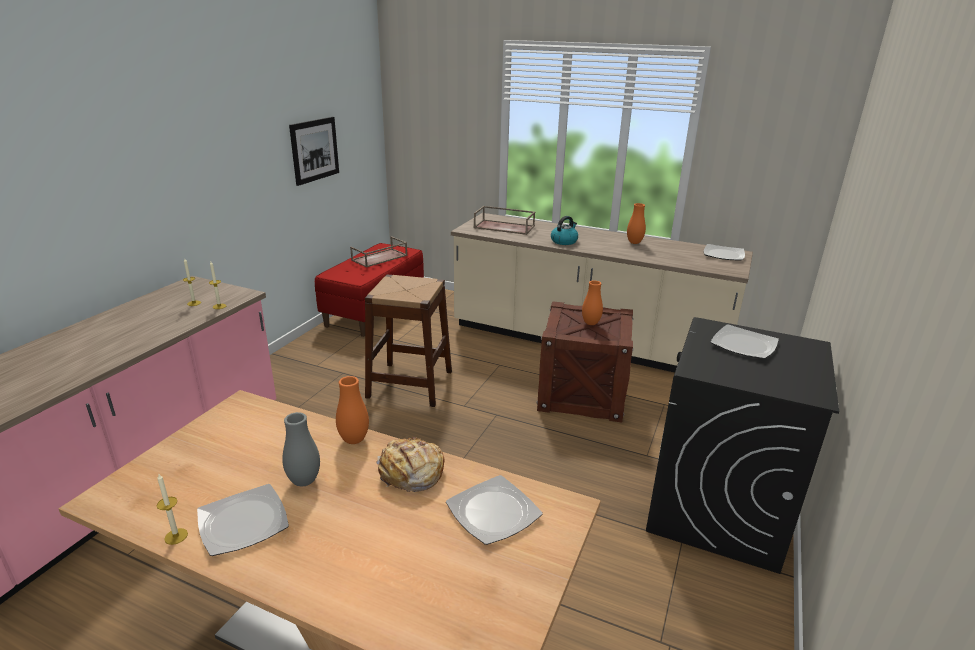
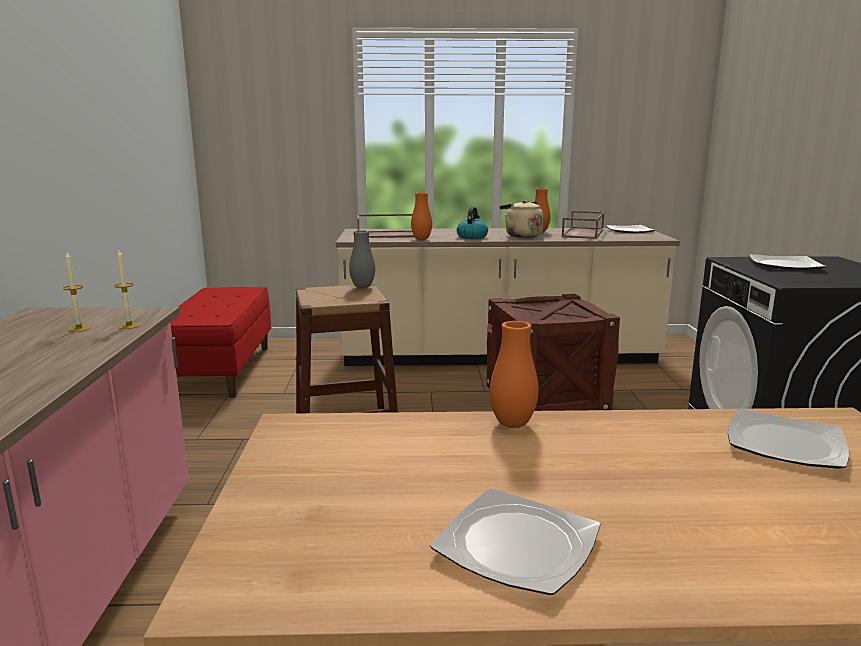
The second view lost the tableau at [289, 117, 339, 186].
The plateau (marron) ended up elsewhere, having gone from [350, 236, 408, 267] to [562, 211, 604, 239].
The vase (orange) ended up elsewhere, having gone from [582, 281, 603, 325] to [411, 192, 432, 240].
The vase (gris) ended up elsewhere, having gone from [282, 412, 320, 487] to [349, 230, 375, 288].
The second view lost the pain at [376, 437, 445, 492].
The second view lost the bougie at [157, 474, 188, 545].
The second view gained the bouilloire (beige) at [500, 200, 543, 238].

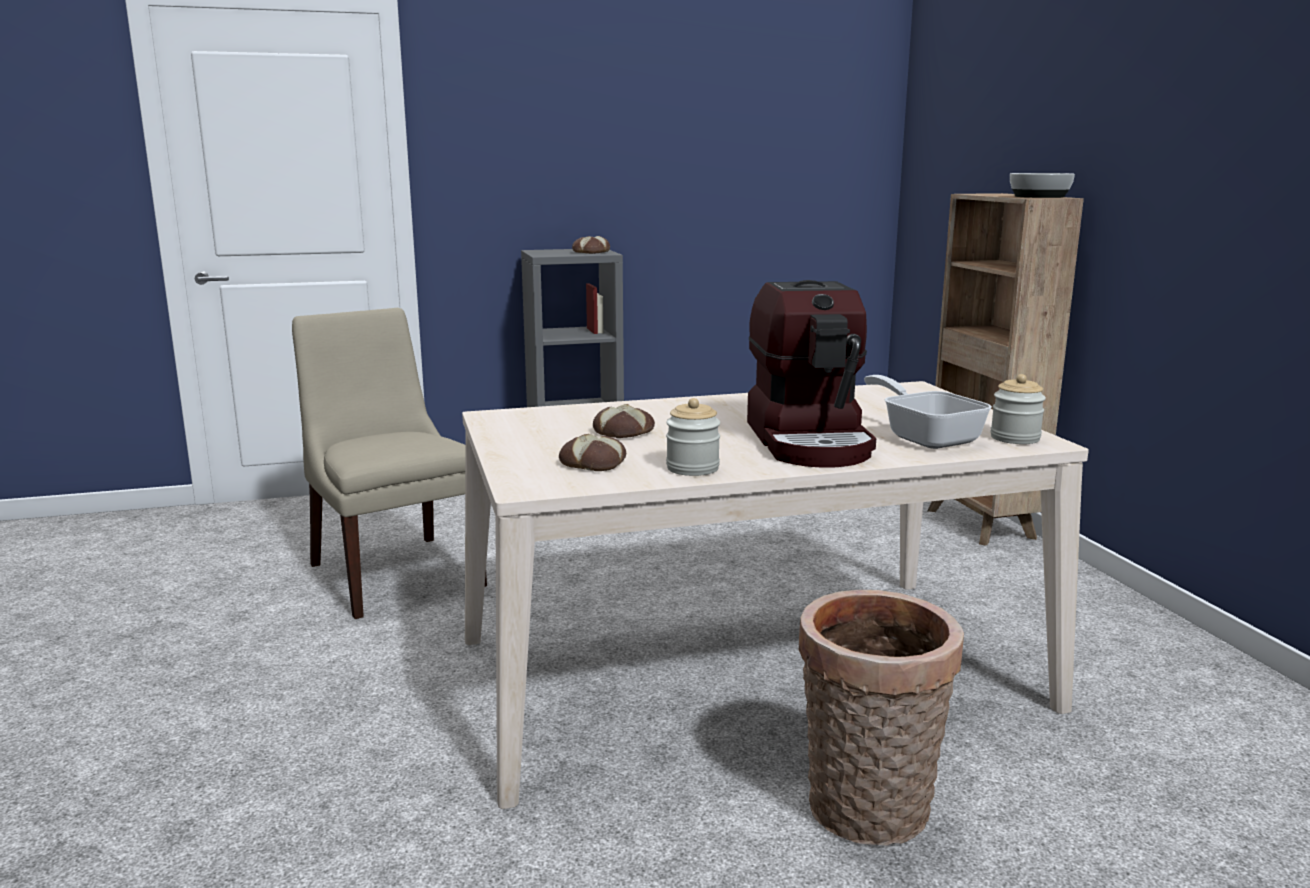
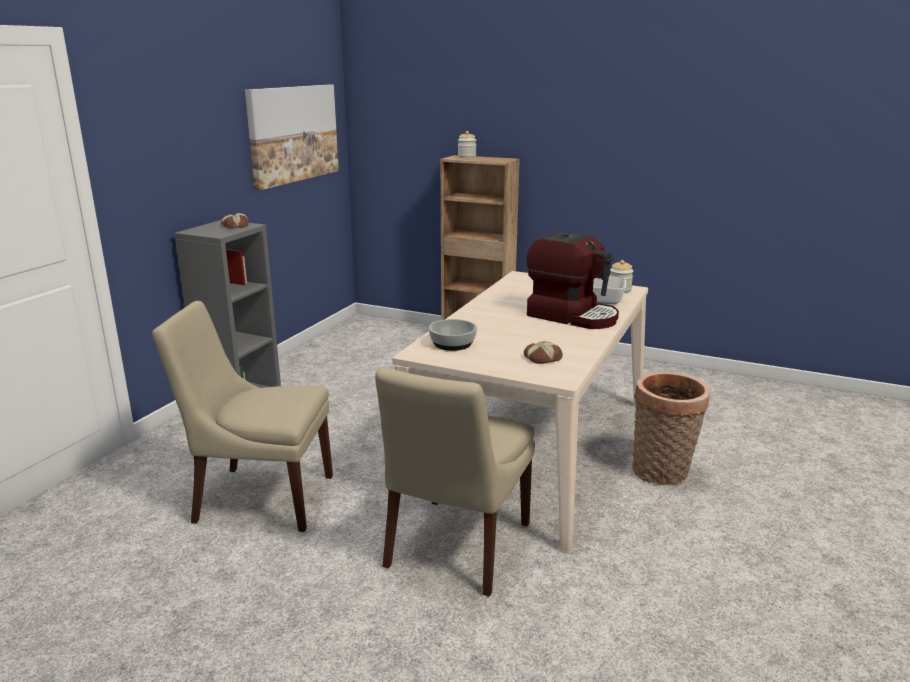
The bol ended up elsewhere, having gone from [1010, 173, 1075, 198] to [428, 319, 477, 351].
The bocal ended up elsewhere, having gone from [666, 398, 720, 476] to [458, 131, 476, 158].
The second view lost the pain at [593, 404, 655, 438].
The second view gained the tableau at [245, 84, 339, 190].
The second view gained the chaise (beige) at [375, 367, 535, 597].

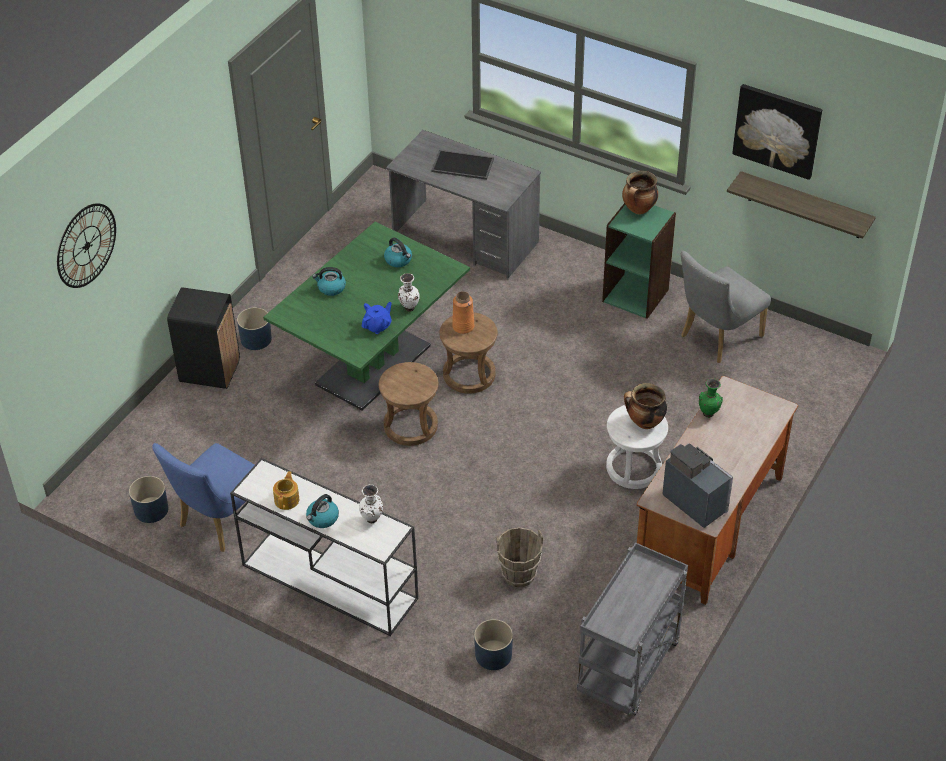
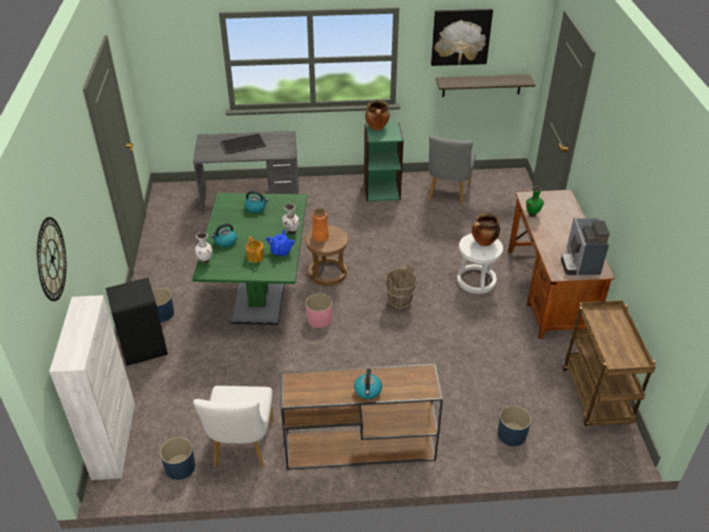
Where the tabouret (marron) stood at [379, 362, 438, 446], the cache-pot (rose) came to stand at [306, 293, 332, 328].
What was the chaise (bleu) at [152, 443, 255, 552] turned into the chaise (blanc) at [193, 386, 274, 468].
The machine à café at [662, 443, 733, 528] ended up facing another way, 105 degrees counterclockwise from before.
What was the table console (blanc) at [230, 458, 418, 636] turned into the table console (marron) at [281, 364, 443, 470].
The théière ended up elsewhere, having gone from [273, 471, 299, 510] to [245, 236, 265, 262].
The vase (blanc) ended up elsewhere, having gone from [359, 485, 383, 524] to [195, 232, 213, 263].
The seau (marron) ended up elsewhere, having gone from [497, 527, 543, 587] to [385, 264, 417, 311].
What was the chariot (gris) at [577, 542, 688, 716] turned into the chariot (marron) at [563, 300, 656, 426].
The second view gained the meuble de rangement (blanc) at [49, 295, 135, 480].

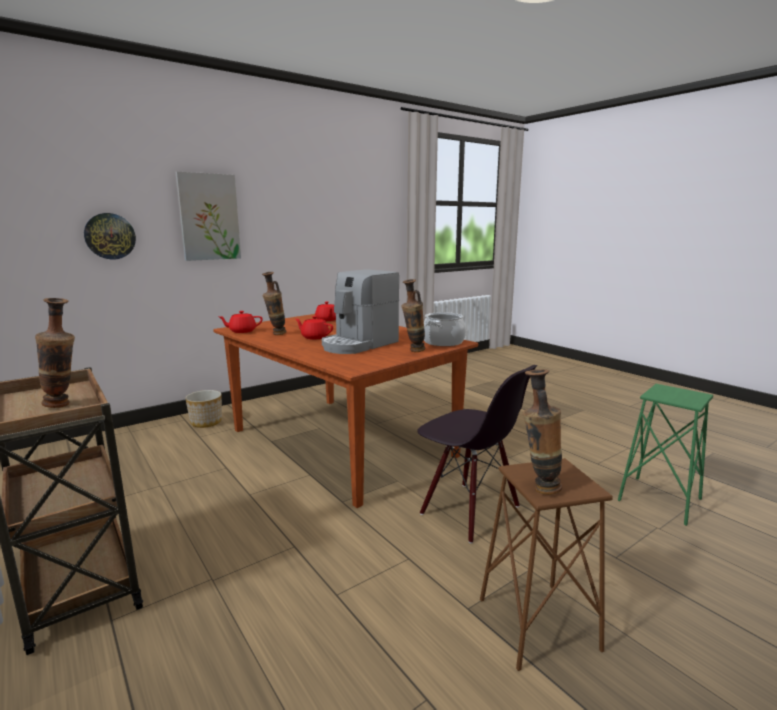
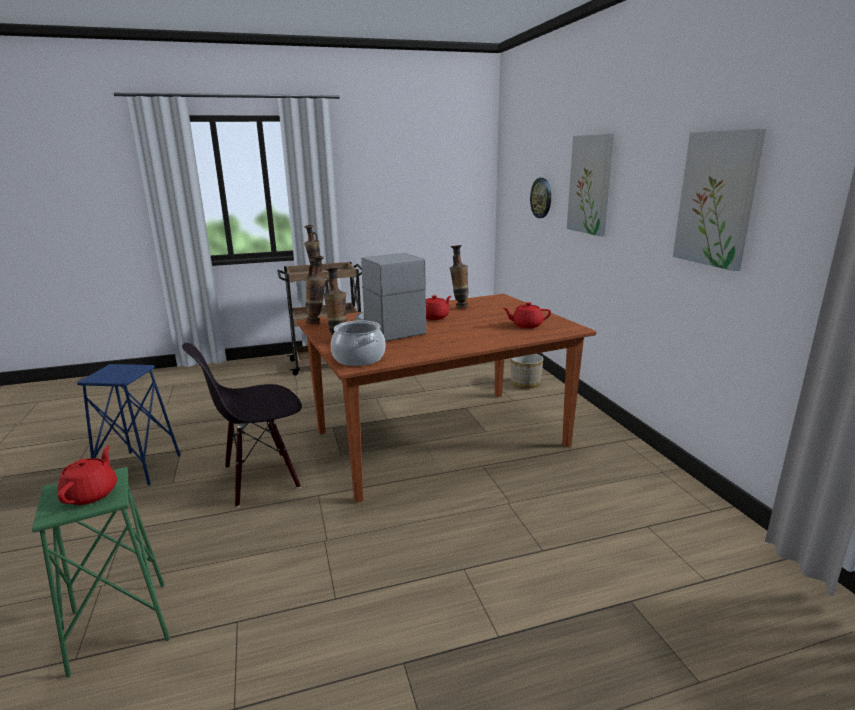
The théière (rouge) ended up elsewhere, having gone from [218, 311, 263, 333] to [58, 446, 117, 505].
The vase ended up elsewhere, having gone from [522, 369, 562, 495] to [306, 256, 325, 325].
What was the tabouret (marron) at [480, 458, 613, 671] turned into the tabouret (bleu) at [77, 364, 180, 486].
The second view gained the tableau at [673, 129, 766, 271].

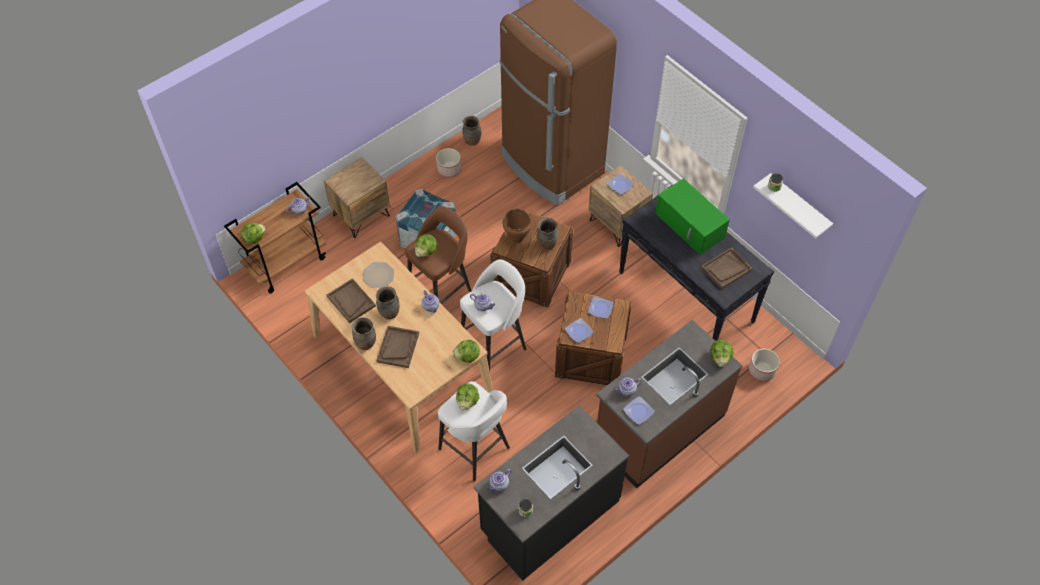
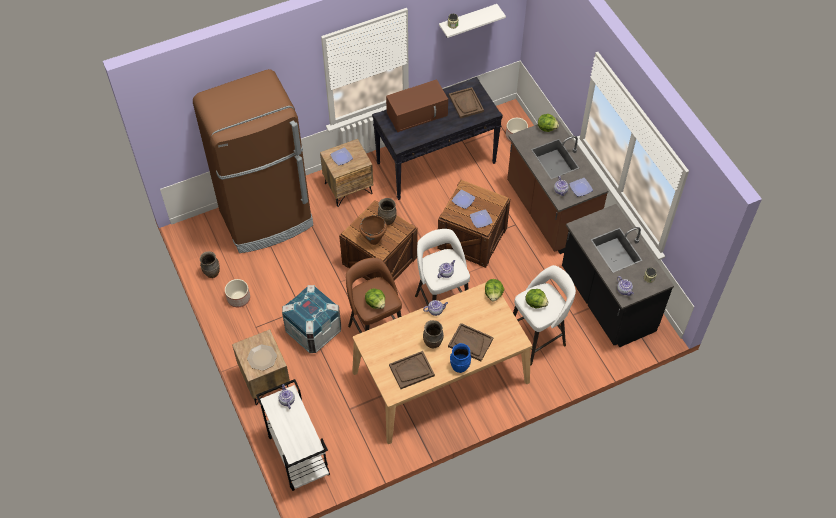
What was the micro-ondes (vert) at [655, 178, 730, 255] turned into the micro-ondes (marron) at [386, 79, 448, 132].
What was the chariot (marron) at [224, 182, 326, 293] turned into the chariot (blanc) at [256, 379, 330, 491].
The second view lost the laitue at [241, 223, 266, 244].
The assiette ended up elsewhere, having gone from [363, 262, 394, 288] to [247, 344, 277, 371].
What was the vase (marron) at [352, 317, 376, 350] turned into the vase (bleu) at [450, 343, 471, 373].

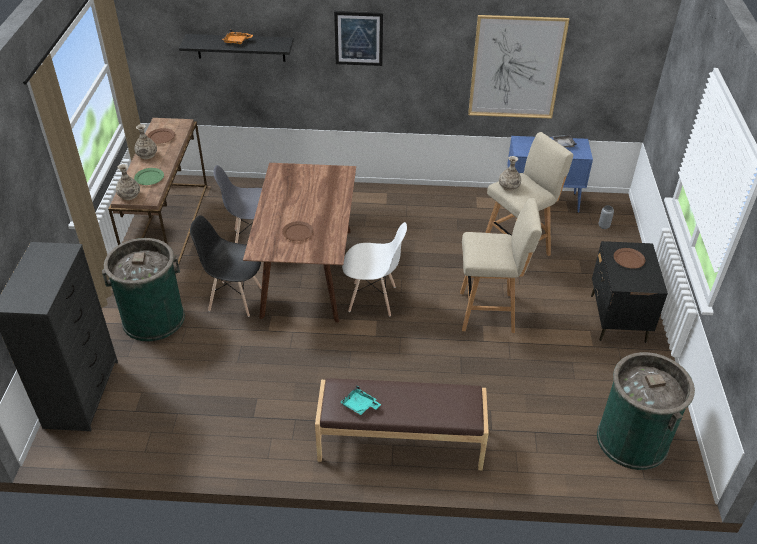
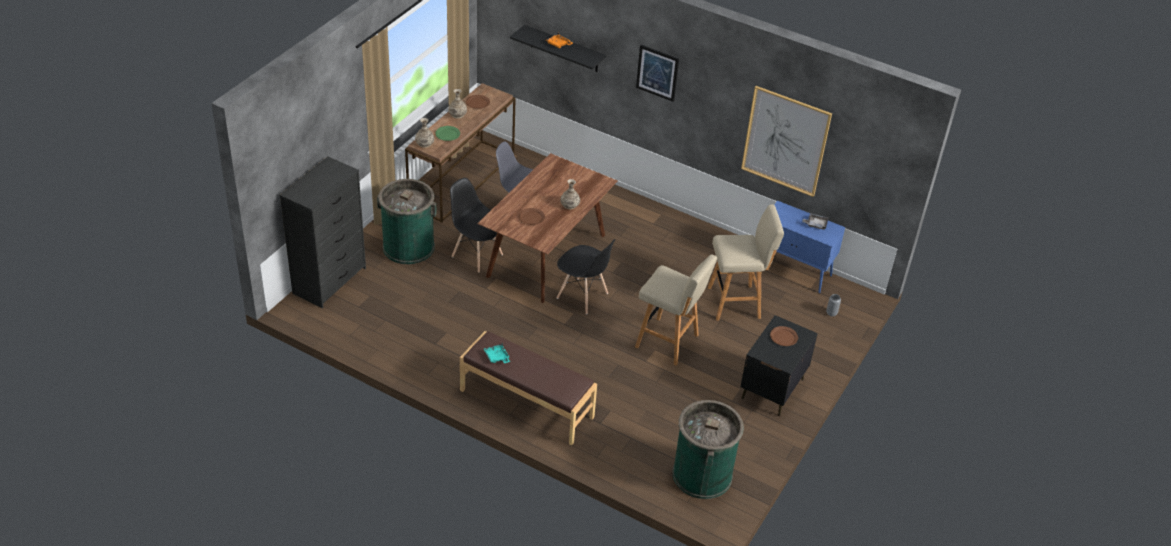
The vase ended up elsewhere, having gone from [499, 156, 521, 191] to [560, 179, 580, 209].
What was the chaise (blanc) at [342, 222, 407, 316] turned into the chaise (noir) at [557, 239, 616, 314].

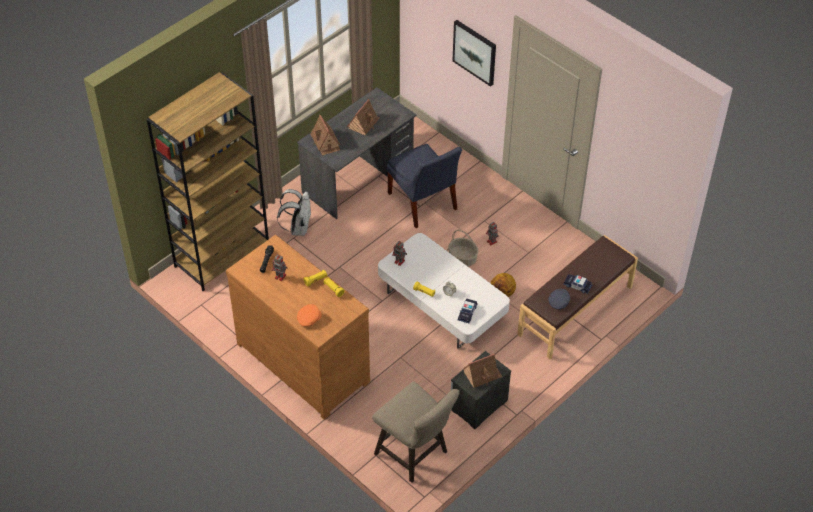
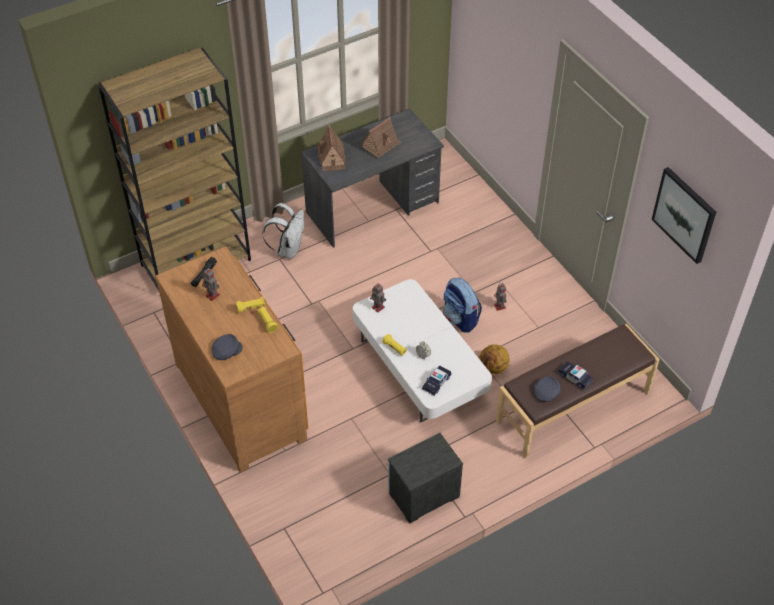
The tableau ended up elsewhere, having gone from [452, 20, 496, 87] to [652, 167, 716, 264].
The second view lost the chaise (bleu) at [387, 144, 462, 228].
Where the panier stood at [448, 229, 478, 267], the sac à dos came to stand at [443, 277, 482, 333].
What was the casquette (orange) at [297, 304, 322, 327] turned into the casquette (gris) at [212, 334, 243, 360].
The second view lost the maison miniature at [463, 354, 503, 388].
The second view lost the tabouret (beige) at [372, 382, 460, 483].

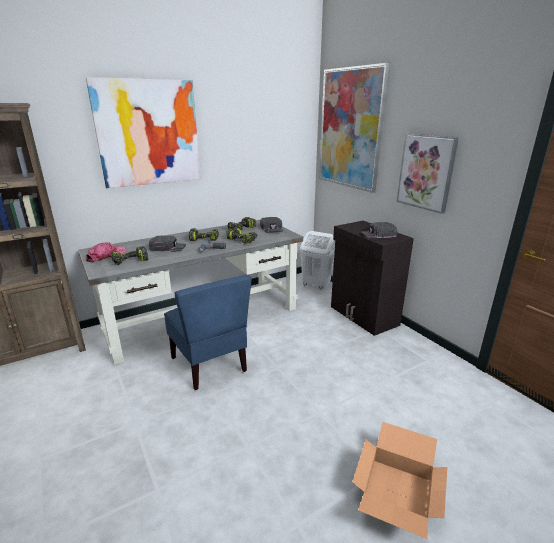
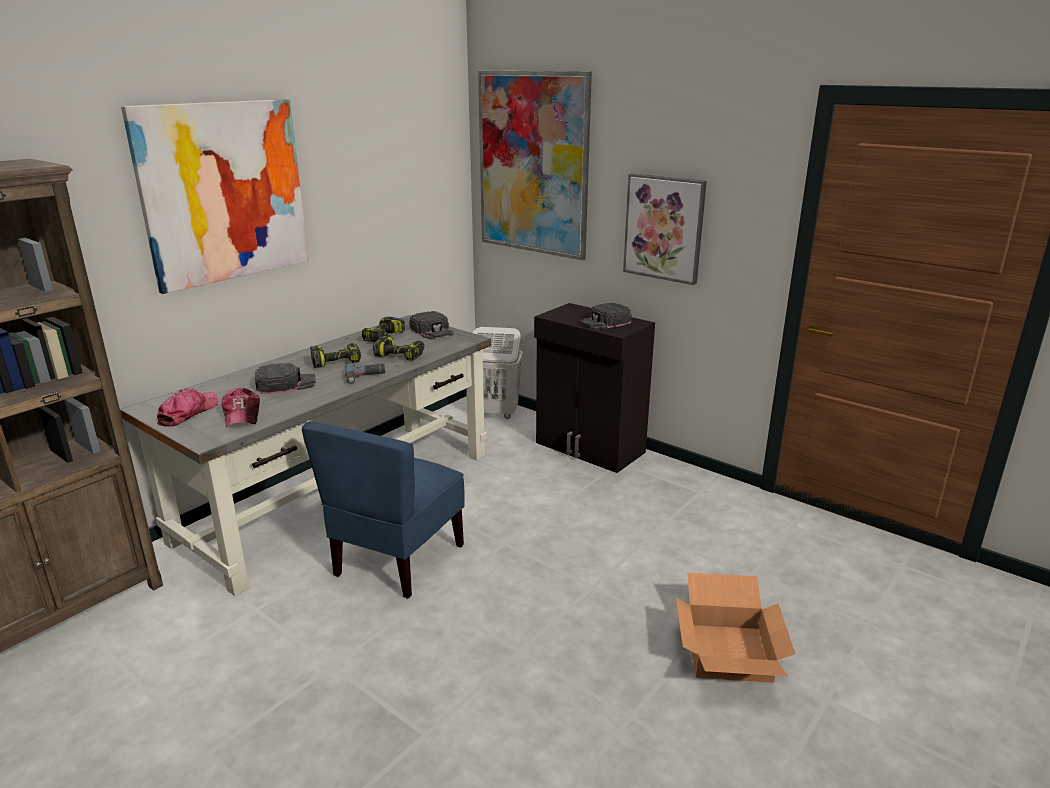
Where the perceuse stood at [111, 246, 148, 265], the casquette came to stand at [222, 388, 260, 427].
The chaise (bleu) at [164, 275, 251, 390] ended up facing another way, 75 degrees clockwise from before.

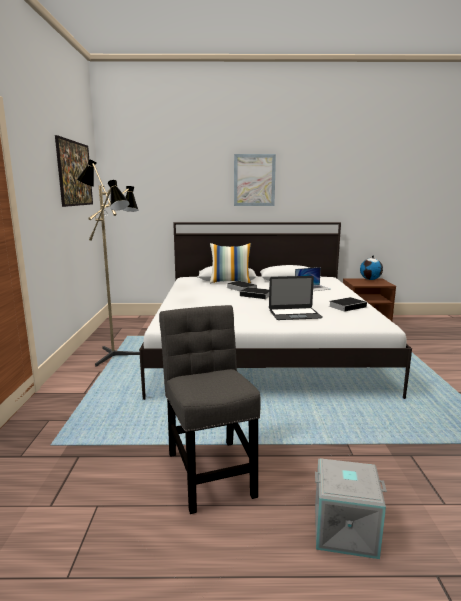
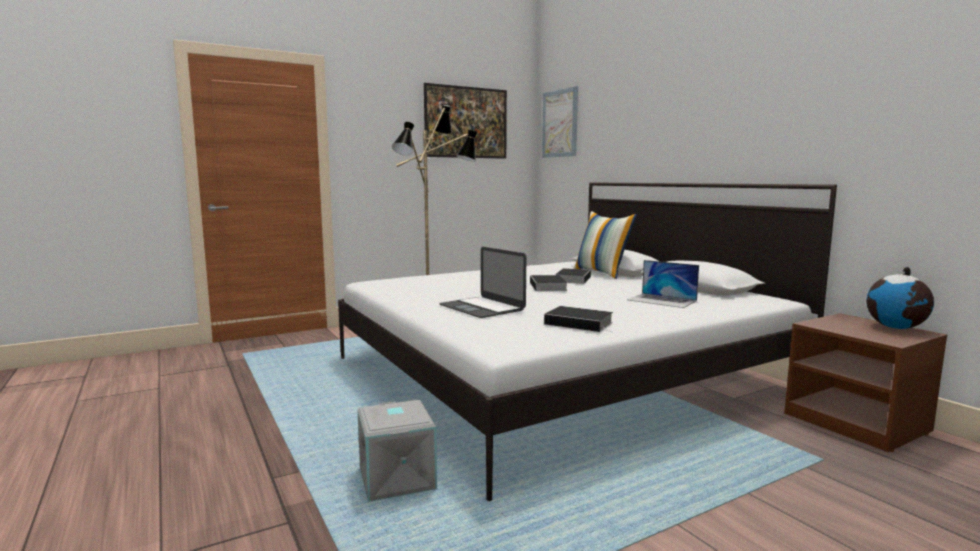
The tableau ended up elsewhere, having gone from [234, 154, 276, 206] to [542, 86, 578, 158].
The second view lost the chaise (gris) at [159, 305, 261, 514].
The boîte de rangement (gris) ended up elsewhere, having gone from [315, 458, 387, 559] to [357, 400, 437, 502].

